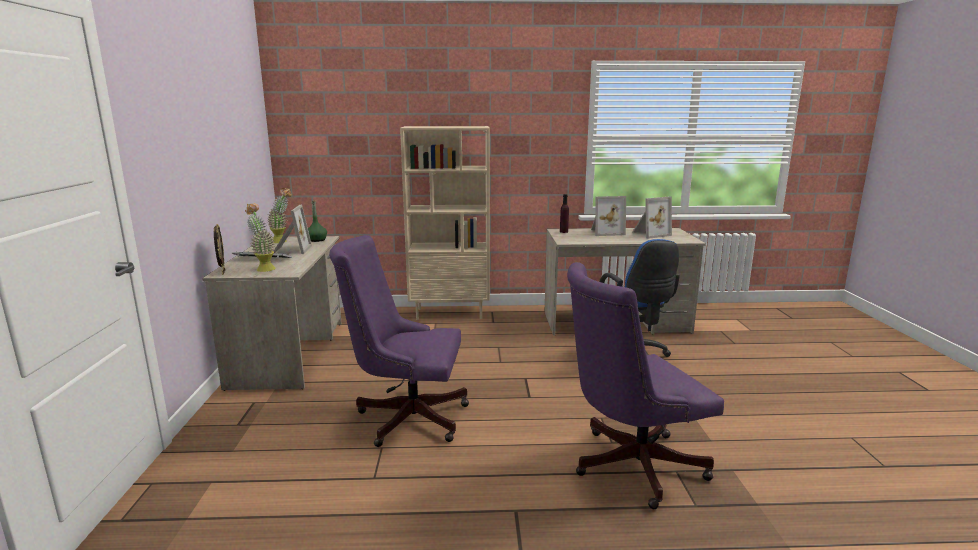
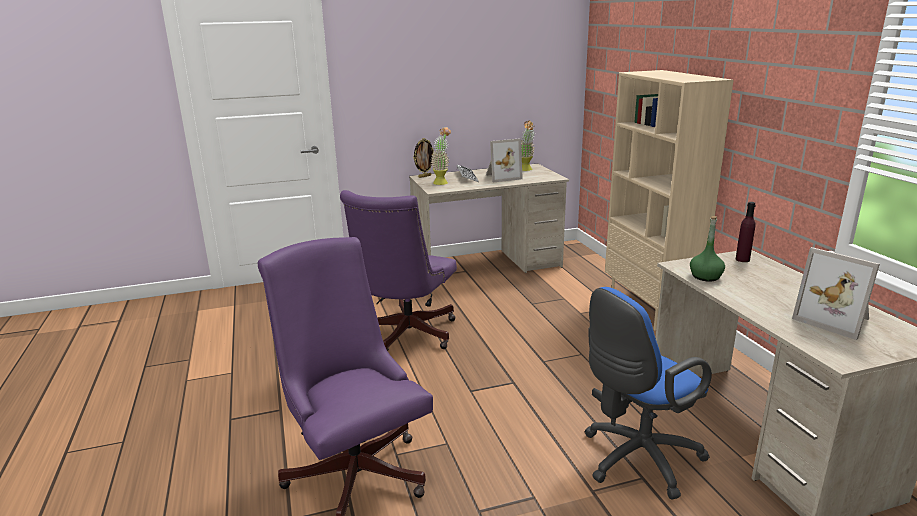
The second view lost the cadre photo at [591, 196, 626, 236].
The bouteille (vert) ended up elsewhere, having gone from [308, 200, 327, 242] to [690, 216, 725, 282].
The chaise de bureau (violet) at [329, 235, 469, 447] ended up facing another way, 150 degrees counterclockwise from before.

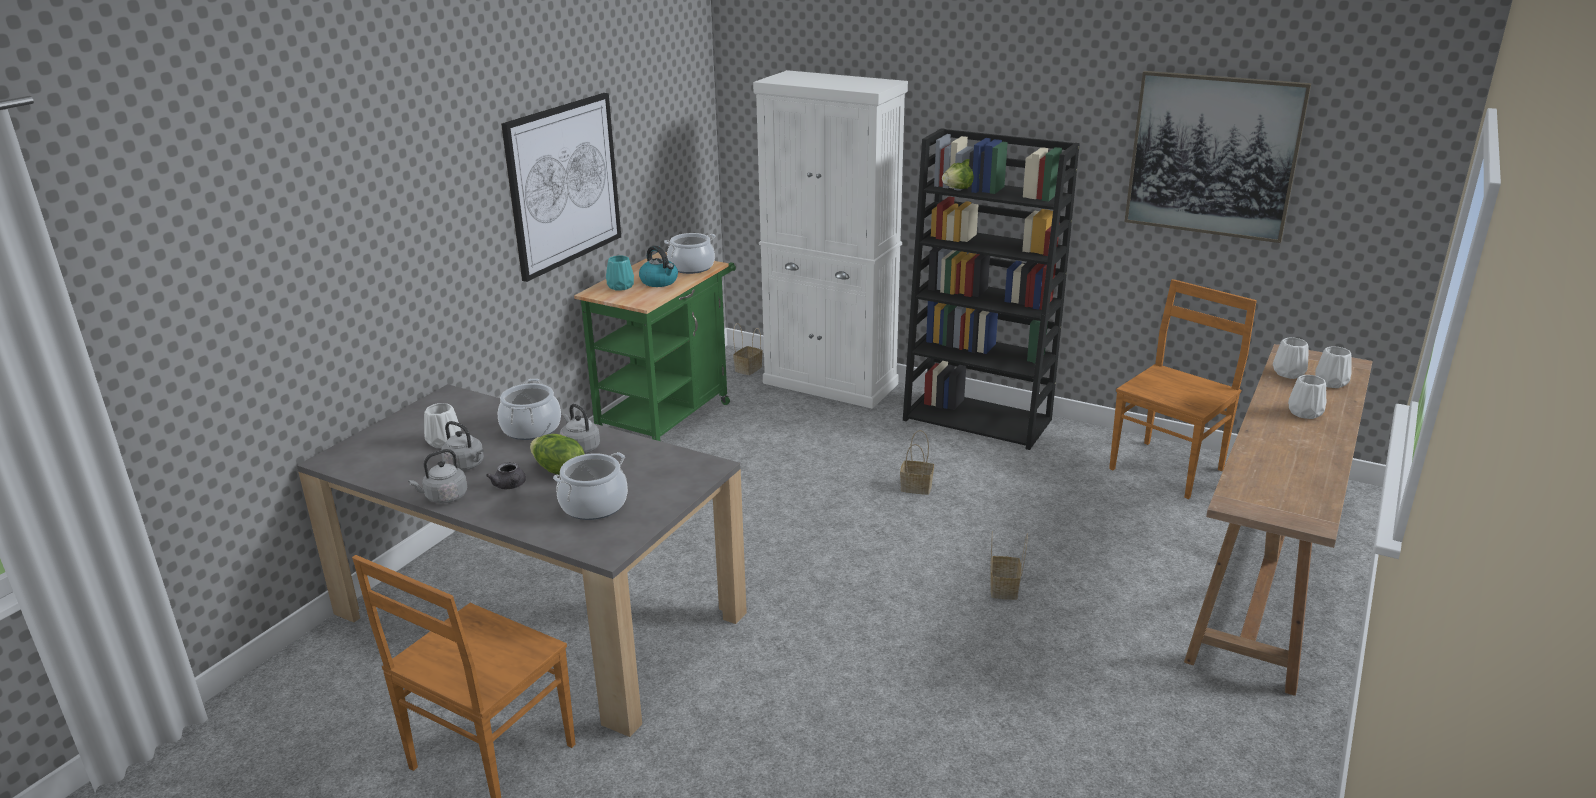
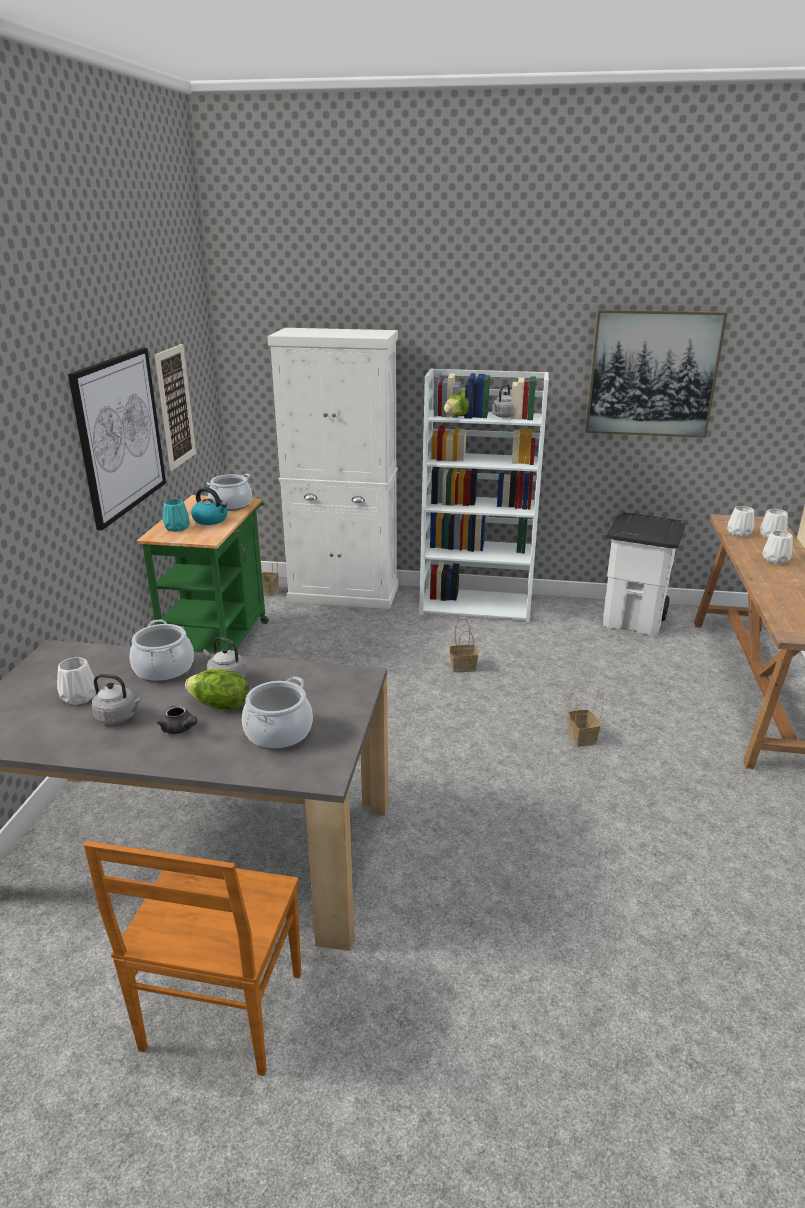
What was the bibliothèque (noir) at [903, 128, 1080, 450] turned into the bibliothèque (blanc) at [419, 369, 549, 623].
Where the chaise (marron) stood at [1109, 279, 1257, 499], the poubelle (blanc) came to stand at [602, 512, 686, 636].
The bouilloire (gris) ended up elsewhere, having gone from [408, 449, 467, 504] to [492, 384, 517, 418].
The second view gained the tableau at [155, 344, 196, 471].

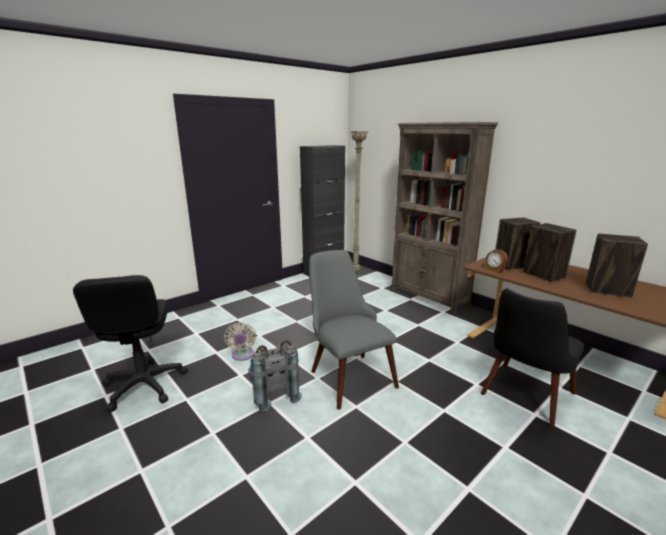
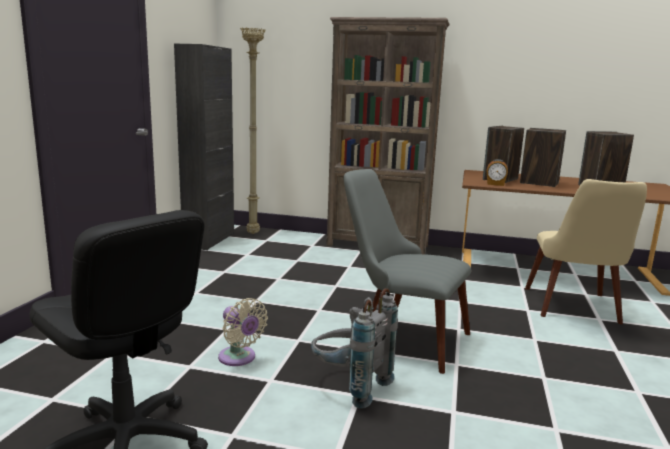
What was the chaise (noir) at [481, 288, 585, 427] turned into the chaise (beige) at [525, 179, 647, 324].

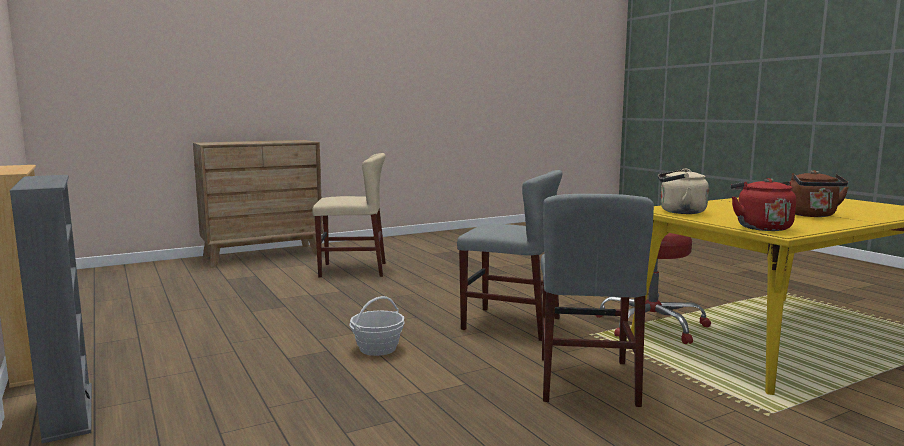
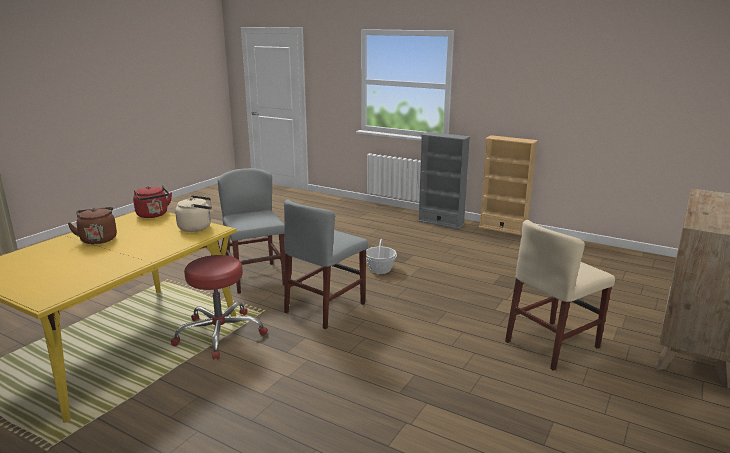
The chaise (gris) at [457, 170, 563, 341] ended up facing another way, 45 degrees counterclockwise from before.

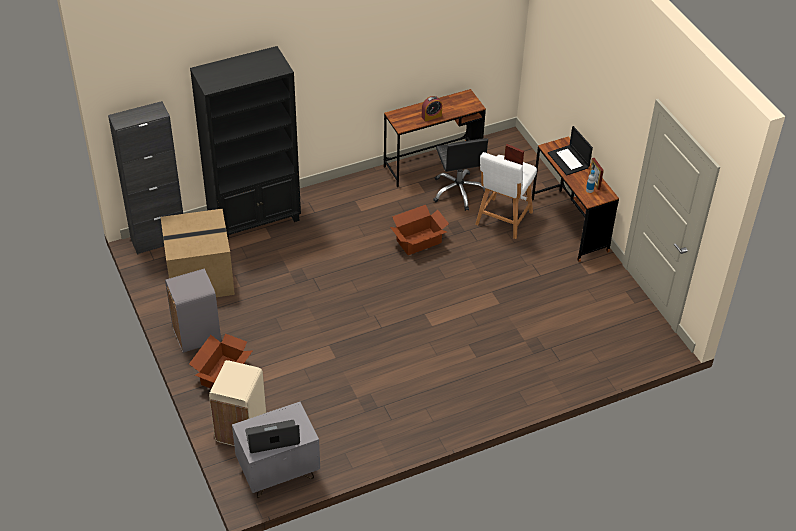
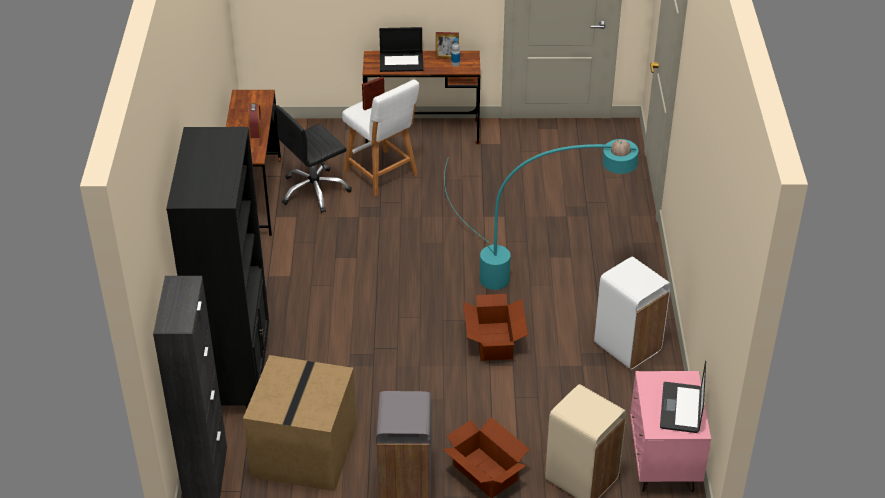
The chaise de bureau (noir) at [433, 138, 488, 211] ended up facing another way, 135 degrees clockwise from before.
The carton ended up elsewhere, having gone from [390, 205, 449, 255] to [463, 294, 528, 361].
What was the table de chevet (gris) at [232, 402, 320, 498] turned into the table de chevet (rose) at [630, 371, 711, 492].
The second view gained the lampadaire (turquoise) at [444, 139, 638, 290].
The second view gained the poubelle (blanc) at [594, 257, 671, 370].

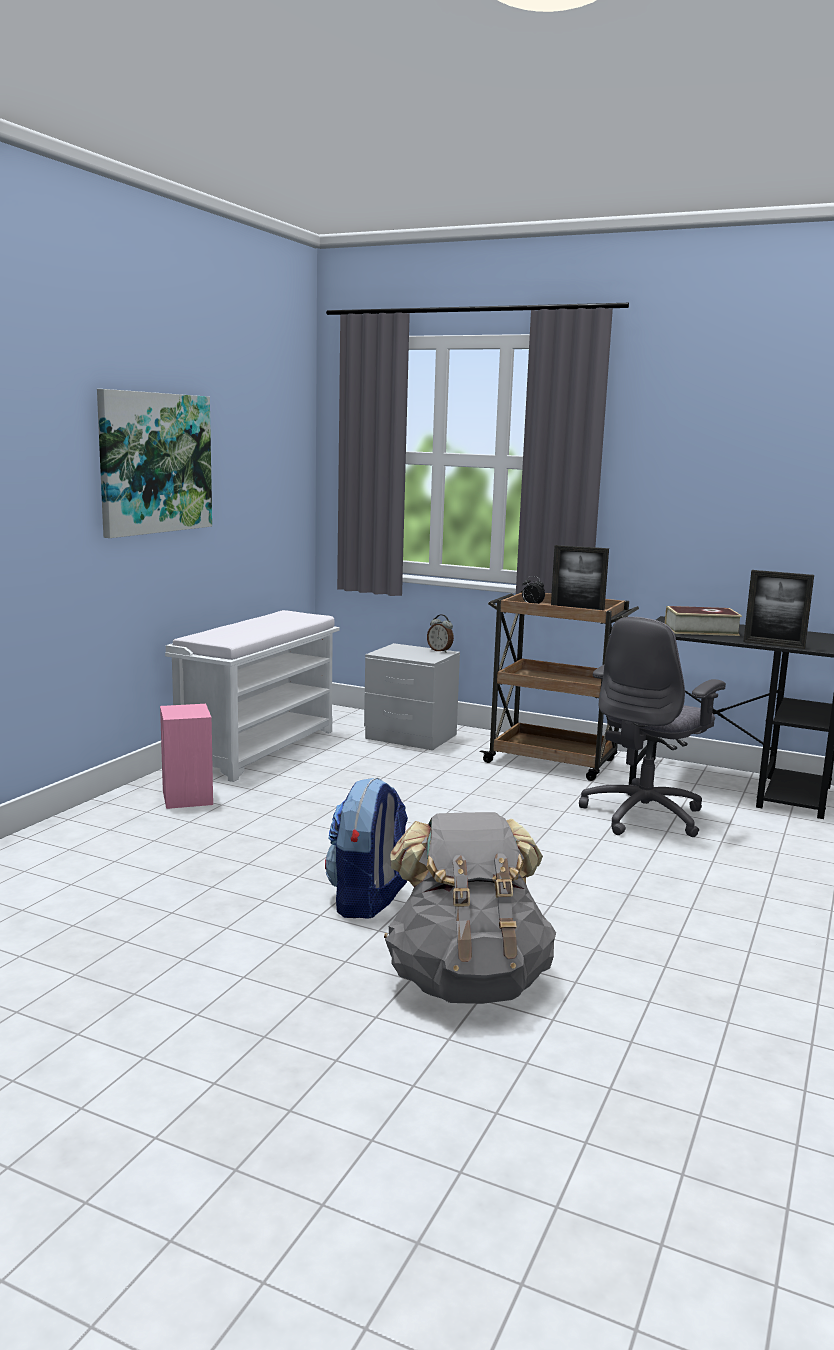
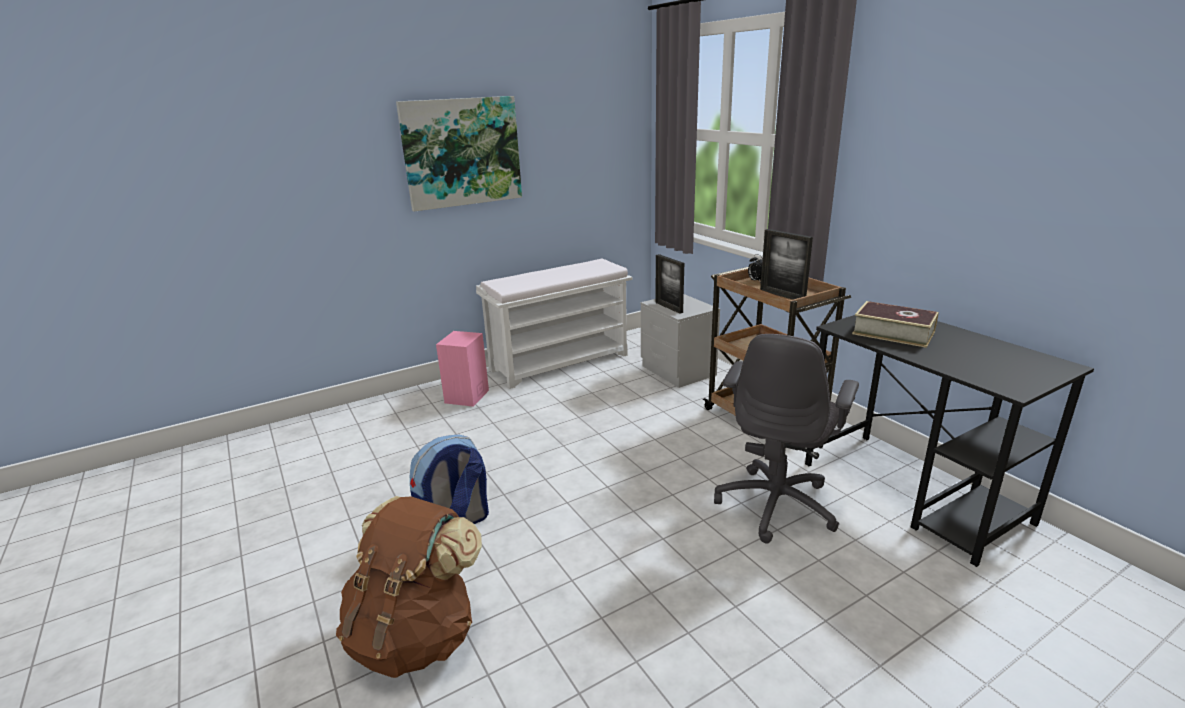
The cadre photo ended up elsewhere, having gone from [744, 570, 814, 649] to [655, 254, 684, 314].
The second view lost the réveil at [427, 614, 454, 653].
The chaise de bureau (gris) at [579, 617, 726, 837] ended up facing another way, 45 degrees counterclockwise from before.
What was the sac à dos (gris) at [384, 812, 556, 1004] turned into the sac à dos (marron) at [336, 496, 482, 678].

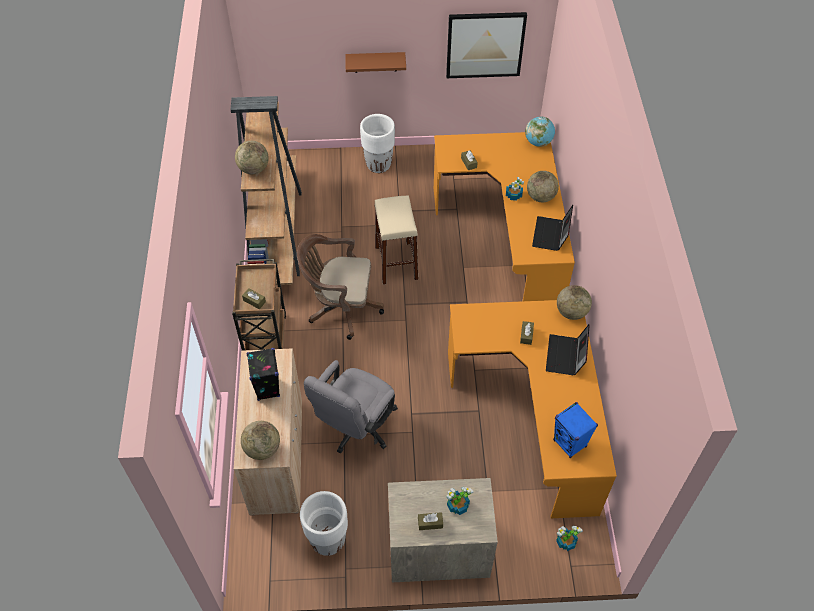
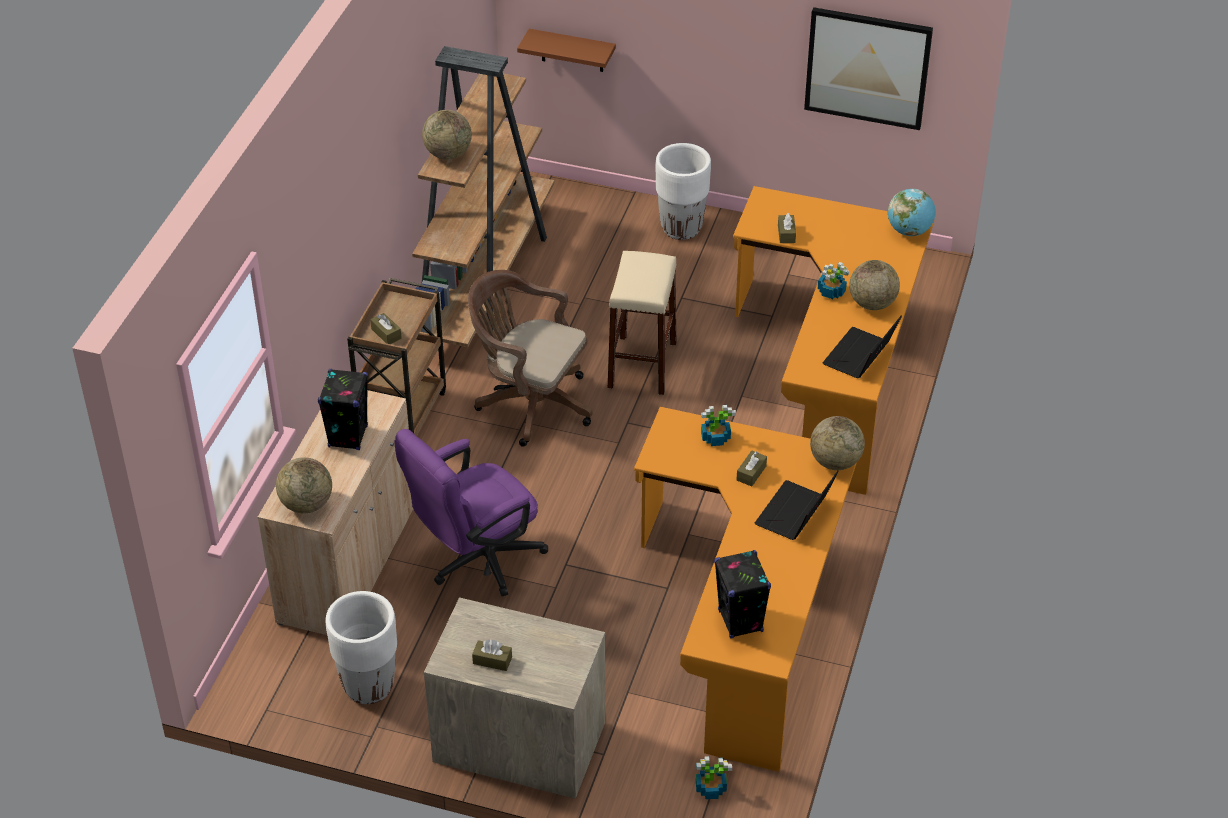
The étagère (marron) ended up elsewhere, having gone from [345, 52, 406, 73] to [517, 29, 616, 72].
What was the chaise de bureau (gris) at [304, 360, 398, 454] turned into the chaise de bureau (violet) at [394, 429, 548, 596].
What was the enceinte (bleu) at [553, 402, 598, 458] turned into the enceinte (noir) at [714, 550, 771, 639].
The plante en pot ended up elsewhere, having gone from [446, 487, 473, 515] to [701, 405, 736, 446].

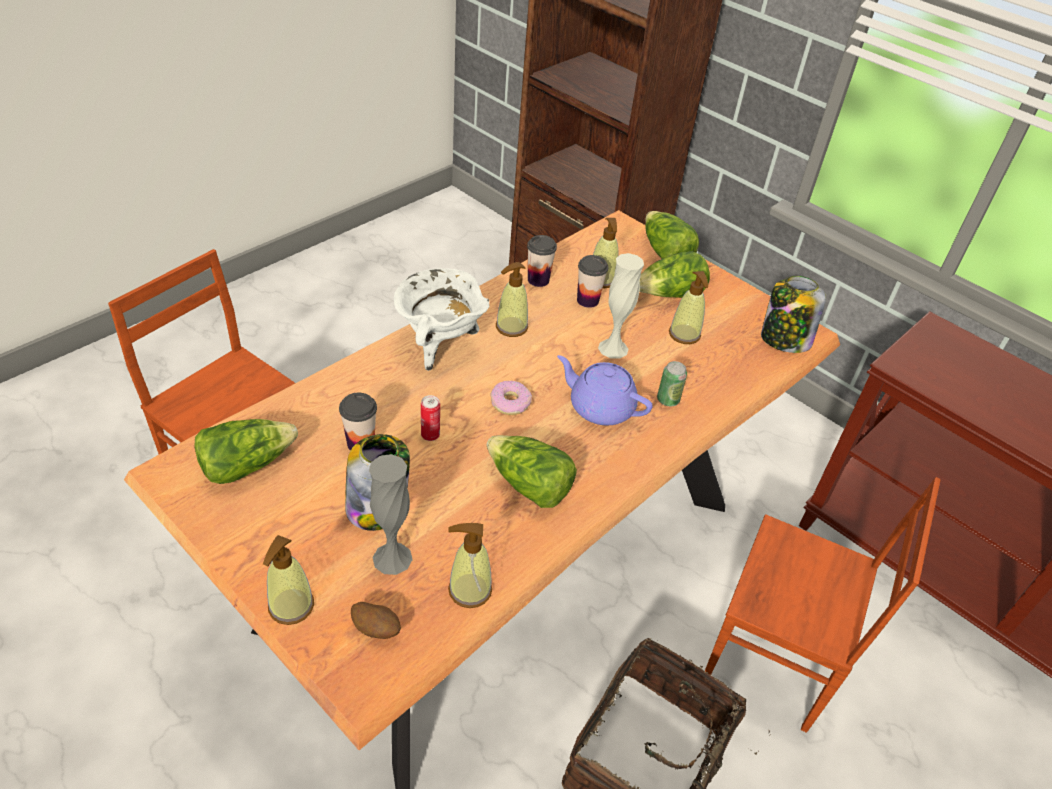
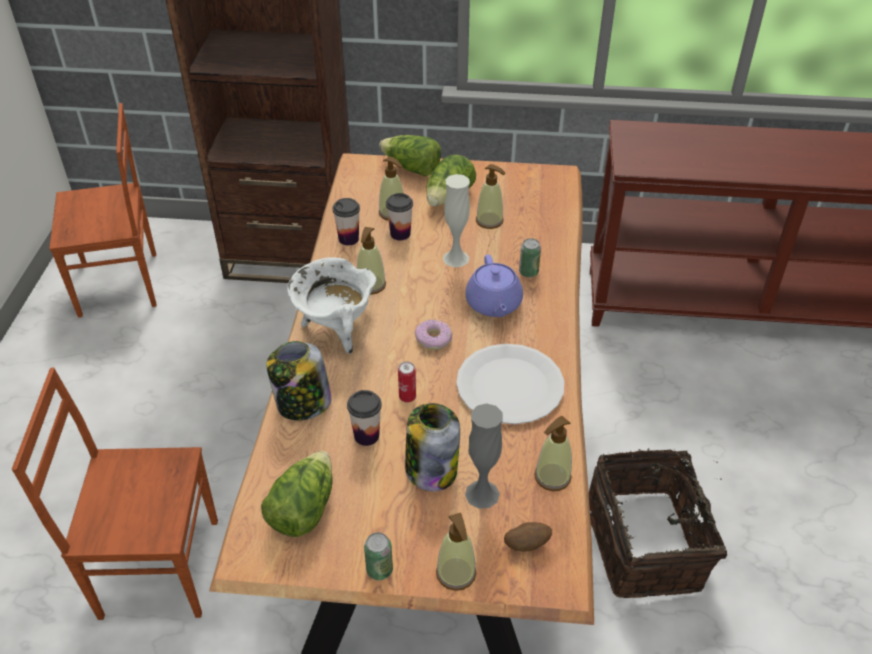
The bocal ended up elsewhere, having gone from [761, 276, 826, 353] to [266, 341, 332, 421].
The théière (violet) at [557, 355, 653, 425] ended up facing another way, 90 degrees counterclockwise from before.
Where the laitue stood at [487, 435, 577, 508], the assiette (blanc) came to stand at [456, 344, 564, 424].
The chaise (marron) ended up elsewhere, having gone from [705, 477, 940, 733] to [49, 103, 156, 318].
The second view gained the boîte métallique at [364, 533, 393, 580].

